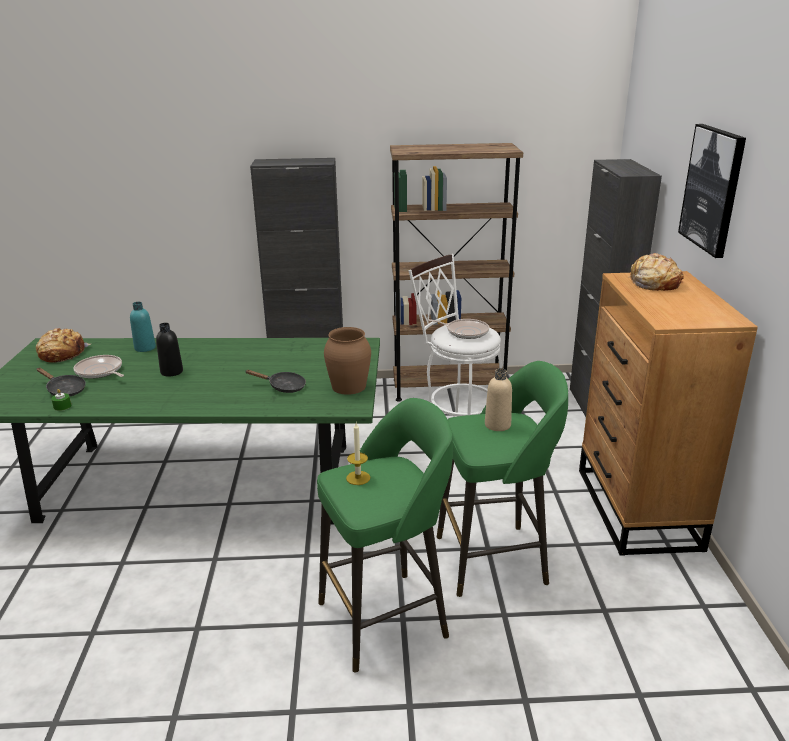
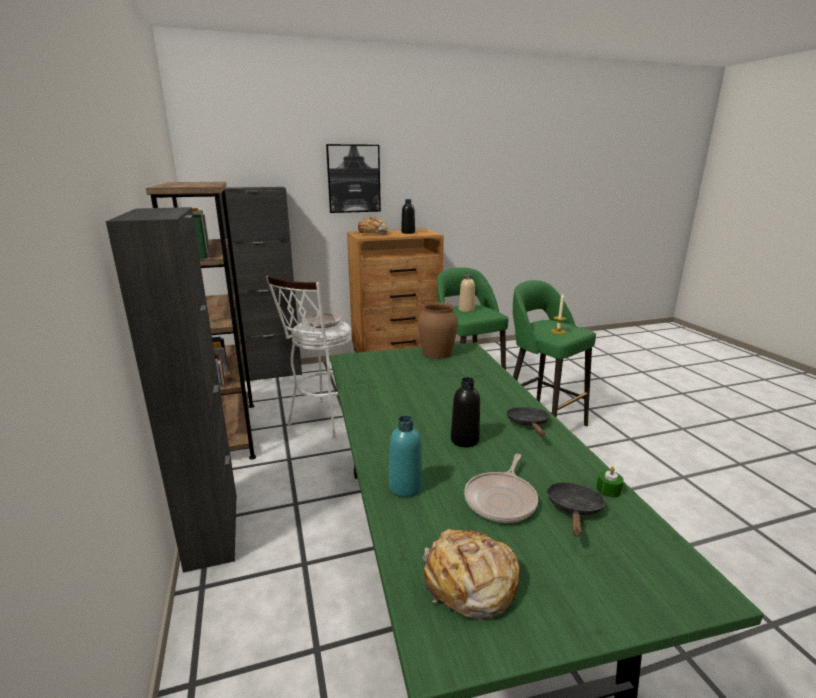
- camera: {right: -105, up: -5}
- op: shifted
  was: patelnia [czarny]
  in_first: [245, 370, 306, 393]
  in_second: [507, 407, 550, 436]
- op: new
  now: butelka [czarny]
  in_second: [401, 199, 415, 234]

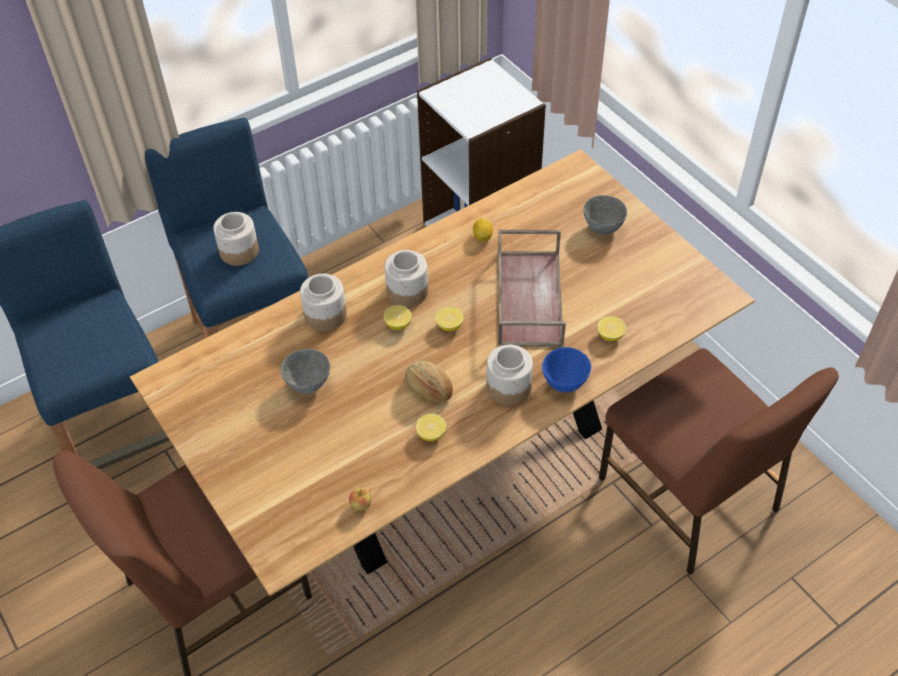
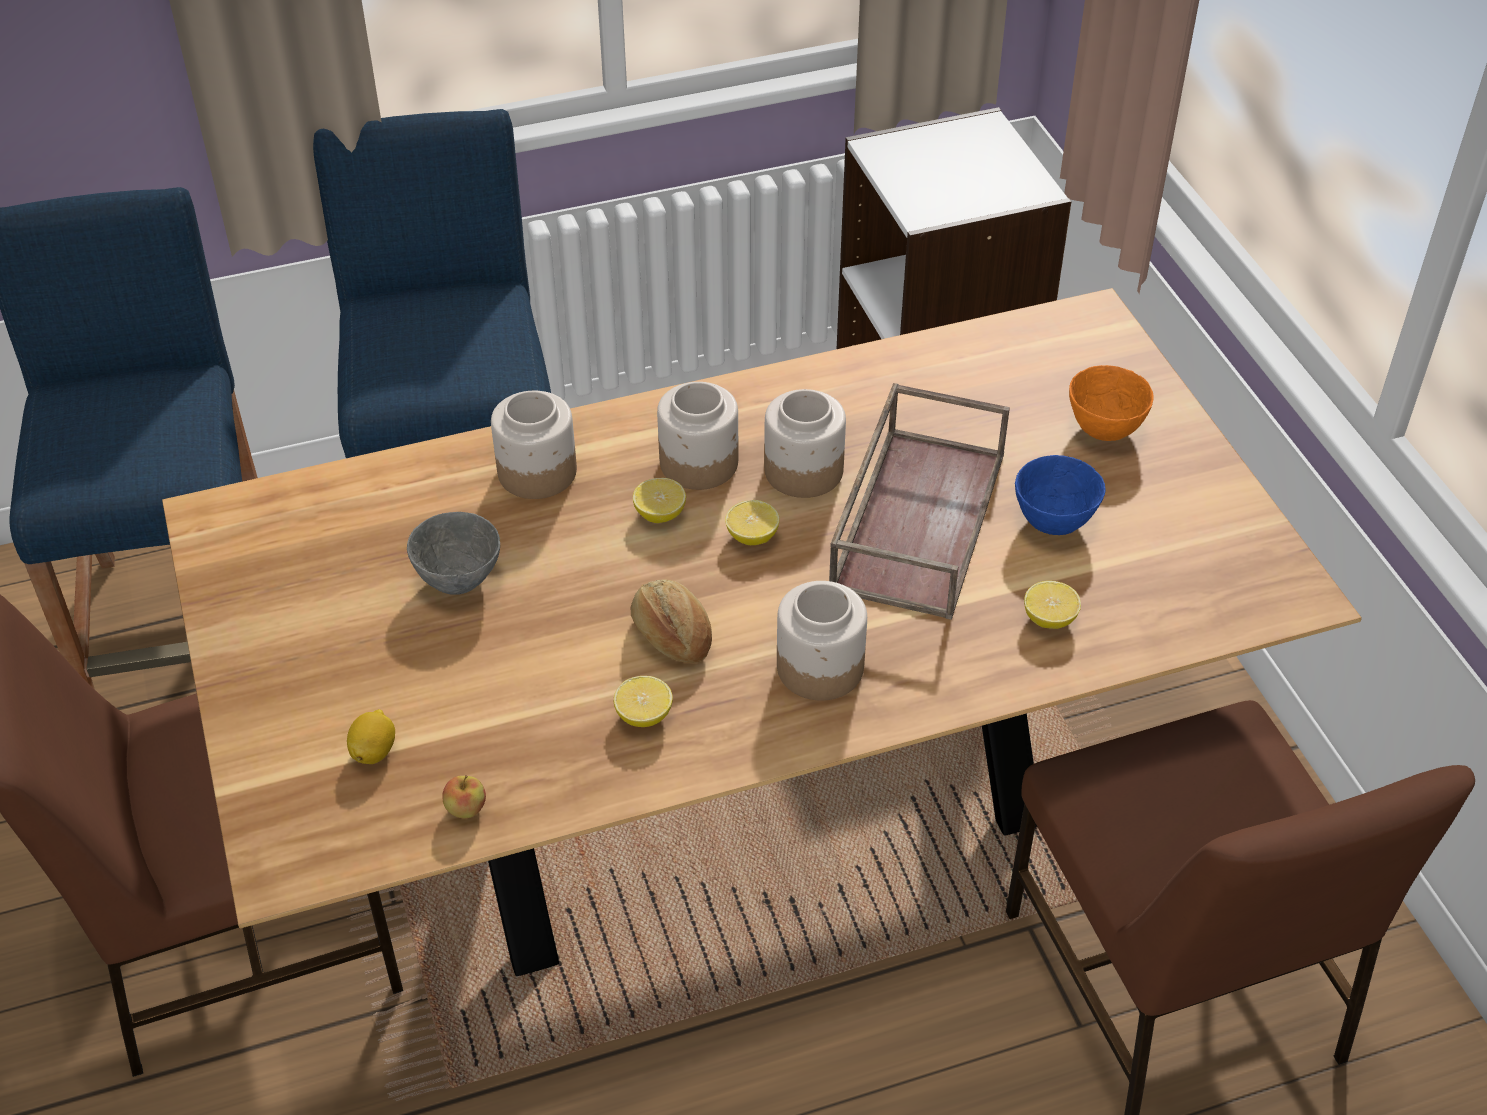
- camera: {right: 15, up: -5}
- op: shifted
  was: słoik
  in_first: [213, 212, 259, 266]
  in_second: [764, 389, 846, 498]
- op: shifted
  was: cytryna
  in_first: [473, 218, 493, 242]
  in_second: [347, 709, 395, 764]
- op: shifted
  was: miska [niebieski]
  in_first: [542, 347, 591, 392]
  in_second: [1015, 455, 1105, 535]
- op: repainted
  was: miska [szary]
  now: miska [pomarańczowy]
  in_first: [583, 195, 627, 235]
  in_second: [1069, 365, 1154, 441]

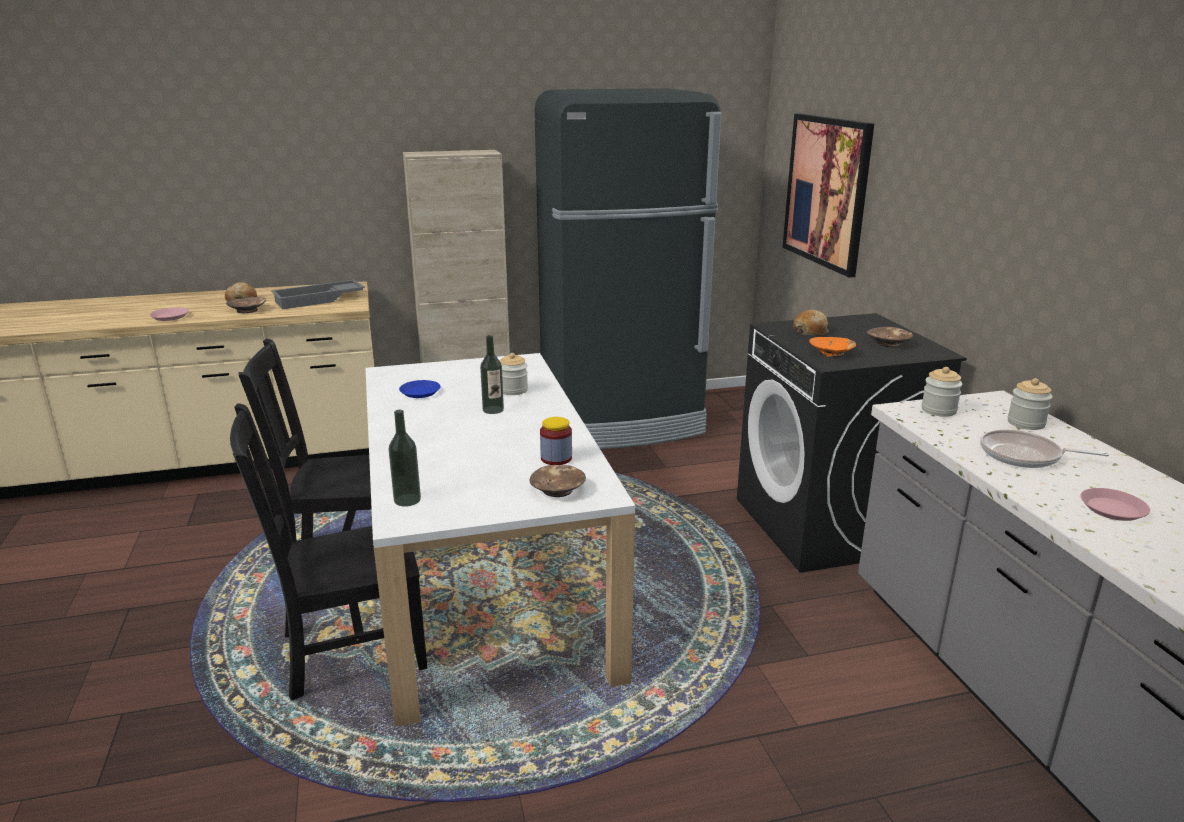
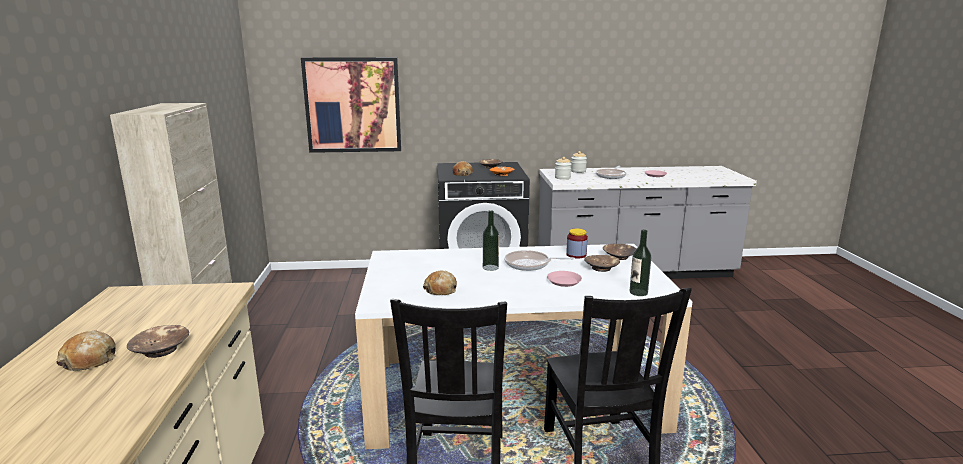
- camera: {right: -80, up: -5}
- op: shifted
  was: talerz [różowy]
  in_first: [149, 307, 189, 321]
  in_second: [547, 271, 582, 287]
- op: gone
  was: taca [szary]
  in_first: [271, 280, 365, 309]
- op: swapped
  was: talerz [niebieski]
  now: chleb
  in_first: [399, 380, 441, 398]
  in_second: [423, 270, 457, 295]
- op: gone
  was: słoik
  in_first: [500, 353, 528, 395]
- op: gone
  was: lodówka [czarny]
  in_first: [535, 88, 721, 449]
- op: new
  now: patelnia
  in_second: [504, 250, 575, 271]
- op: new
  now: miska [brązowy]
  in_second: [584, 255, 620, 272]

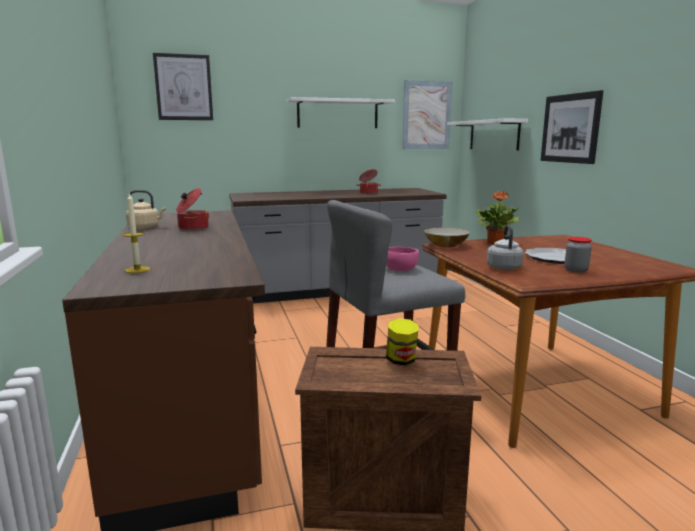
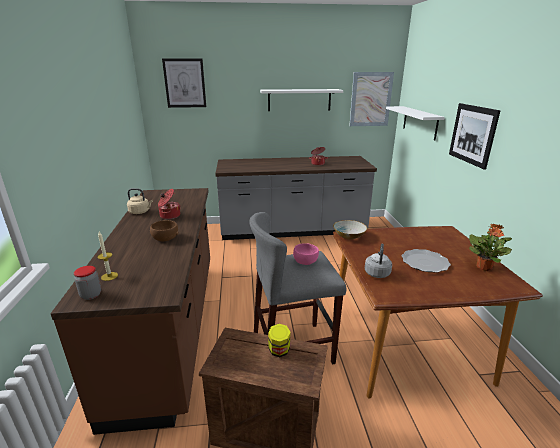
- camera: {right: 10, up: 10}
- op: shifted
  was: roślina doniczkowa
  in_first: [476, 191, 520, 244]
  in_second: [469, 224, 512, 271]
- op: shifted
  was: słoik
  in_first: [565, 237, 592, 273]
  in_second: [74, 266, 101, 300]
- op: new
  now: miska [brązowy]
  in_second: [150, 220, 178, 241]

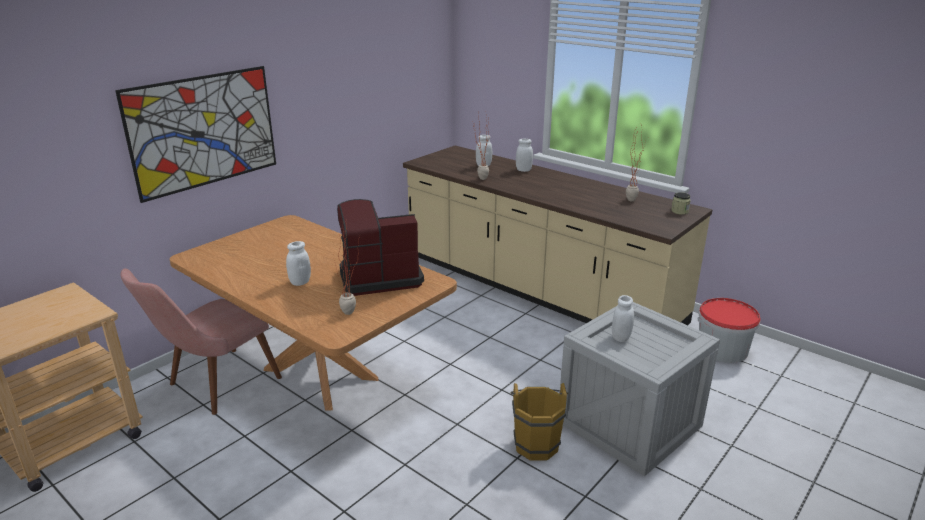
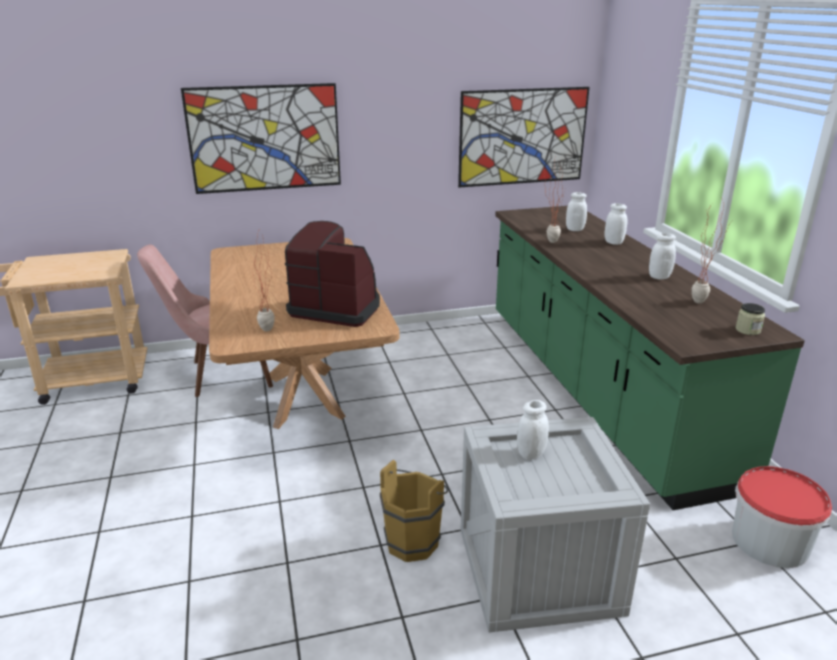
- camera: {right: 35, up: 0}
- op: shifted
  was: słoik [biały]
  in_first: [286, 241, 311, 286]
  in_second: [649, 233, 676, 279]
- op: repainted
  was: zabudowa kuchenna [beżowy]
  now: zabudowa kuchenna [zielony]
  in_first: [403, 146, 712, 325]
  in_second: [495, 206, 805, 510]
- op: new
  now: obraz
  in_second: [458, 87, 590, 187]

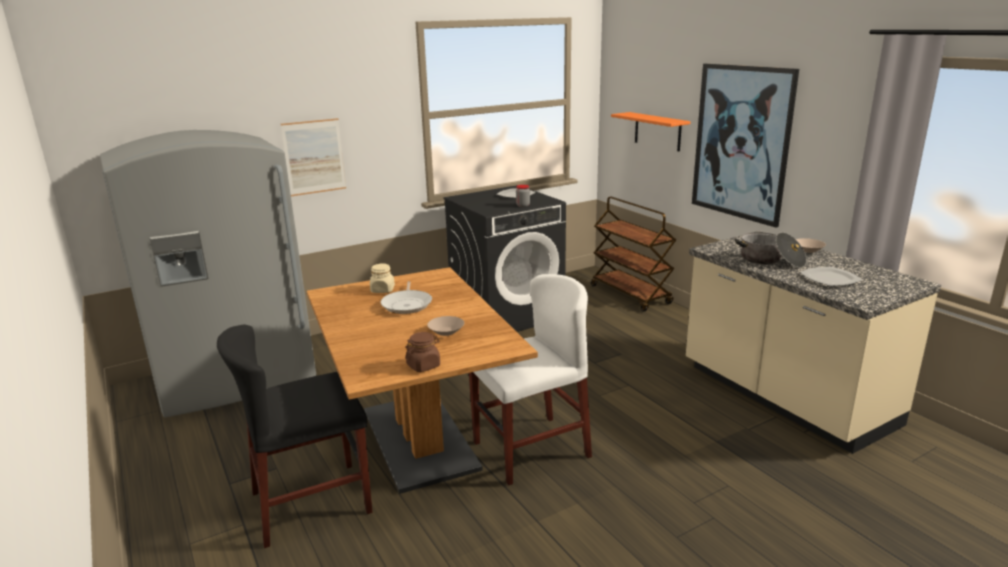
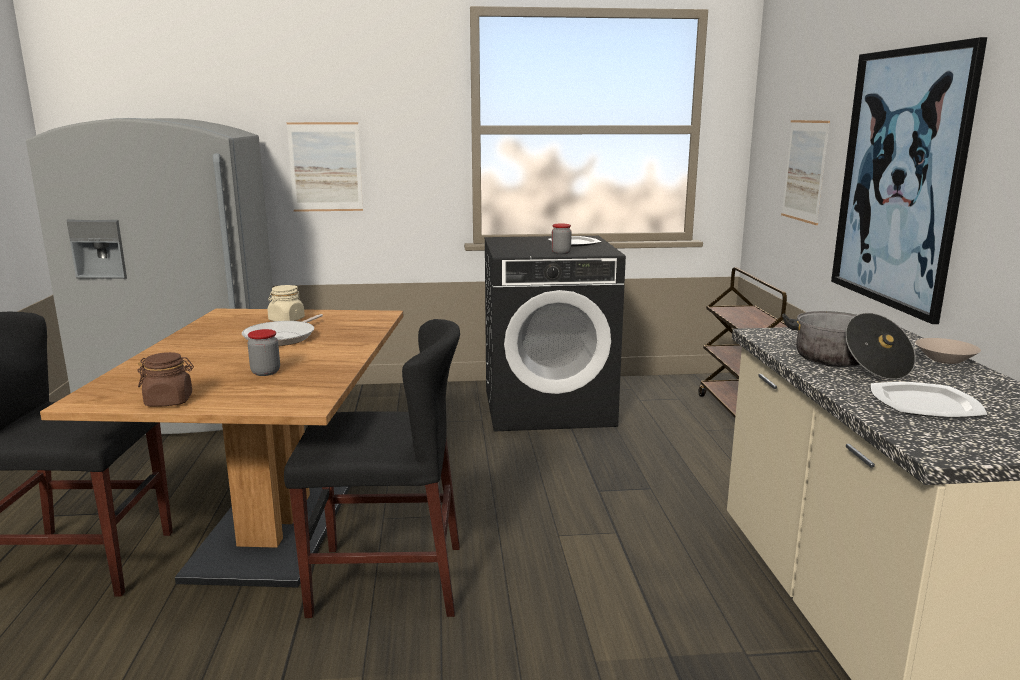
- camera: {right: 25, up: -5}
- op: swapped
  was: miska [beżowy]
  now: słoik
  in_first: [427, 316, 464, 336]
  in_second: [248, 329, 280, 376]
- op: repainted
  was: krzesło [biały]
  now: krzesło [czarny]
  in_first: [469, 274, 592, 485]
  in_second: [284, 319, 460, 618]
- op: swapped
  was: półka [pomarańczowy]
  now: obraz
  in_first: [611, 112, 691, 152]
  in_second: [781, 120, 830, 225]

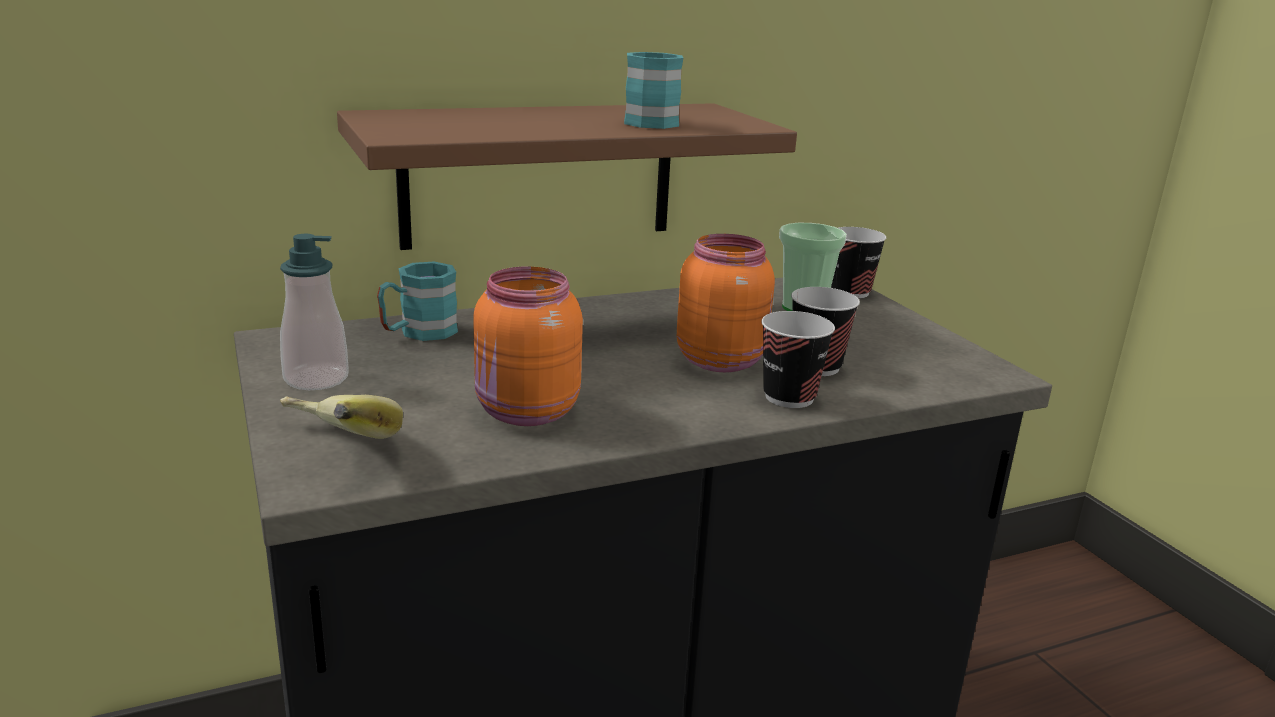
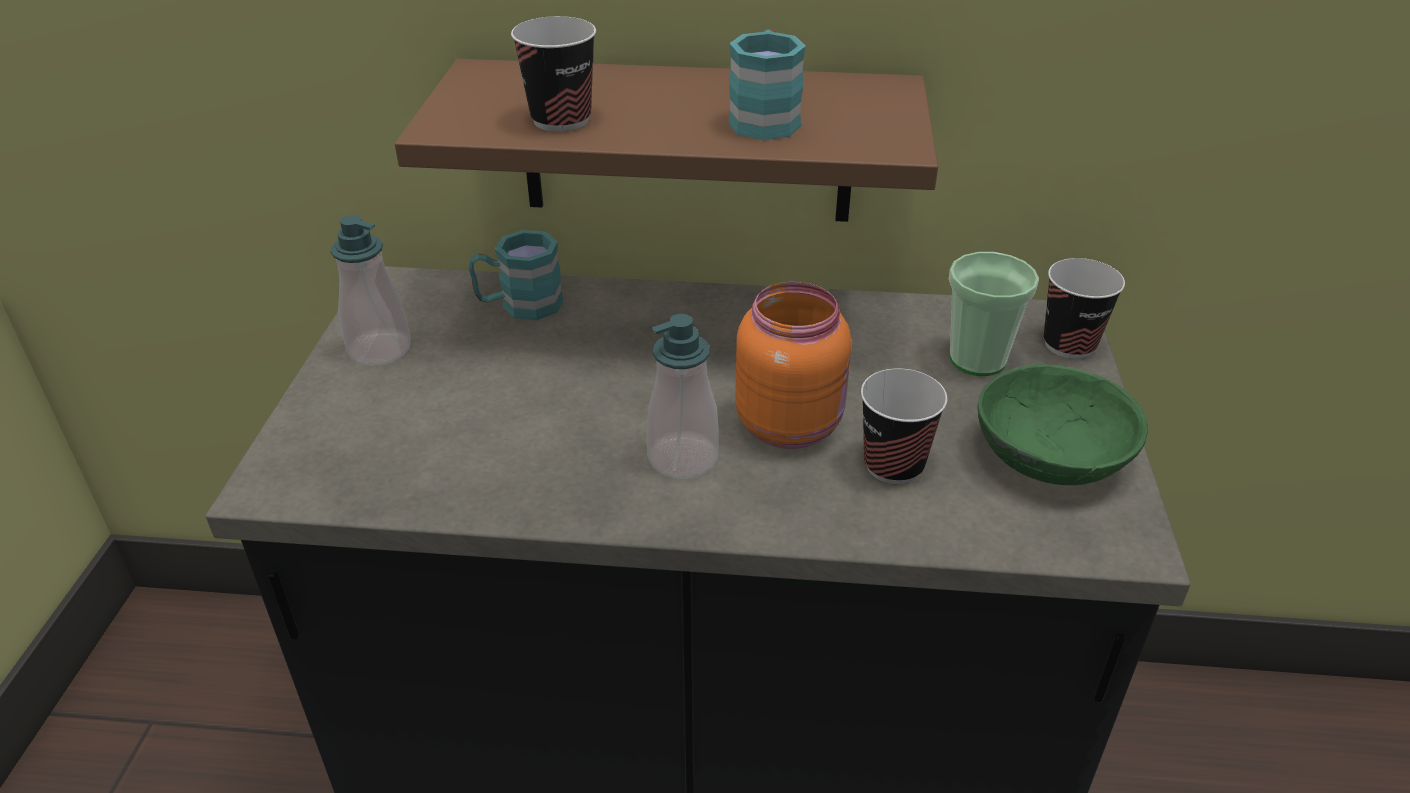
- camera: {right: 30, up: 15}
- op: gone
  was: banan
  in_first: [280, 395, 403, 439]
- op: gone
  was: słoik [pomarańczowy]
  in_first: [473, 267, 583, 426]
- op: shifted
  was: filiżanka
  in_first: [761, 311, 835, 408]
  in_second: [511, 16, 596, 132]
- op: new
  now: dozownik mydła
  in_second: [647, 314, 719, 479]
- op: new
  now: miska [zielony]
  in_second: [978, 364, 1148, 485]

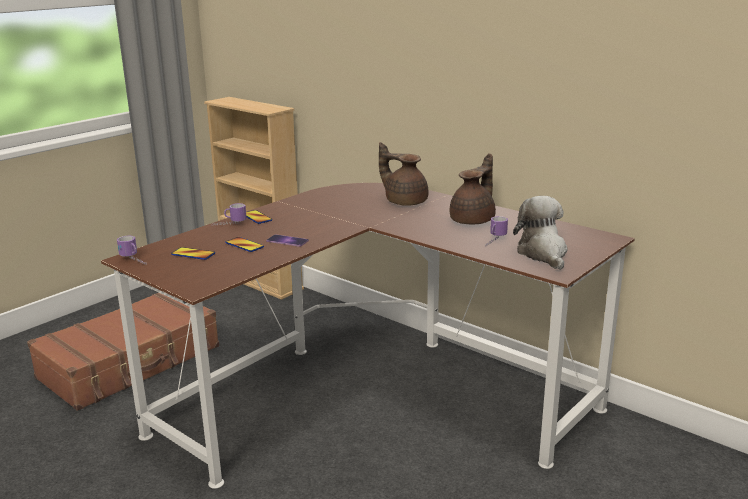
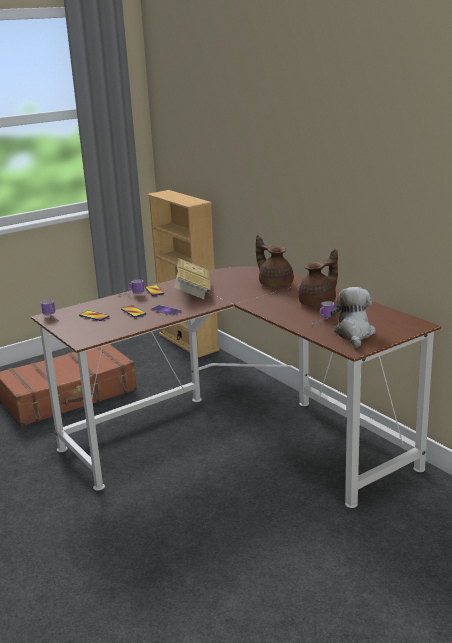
- camera: {right: 15, up: 0}
- op: new
  now: książka
  in_second: [174, 258, 211, 299]

